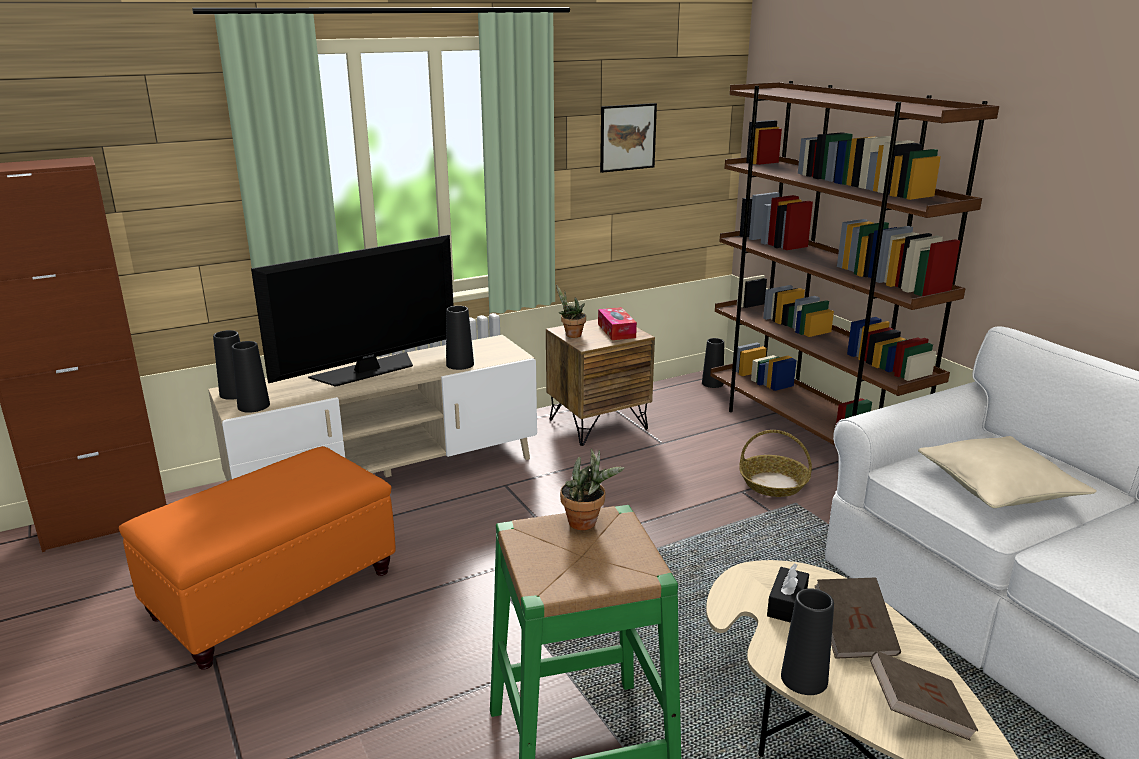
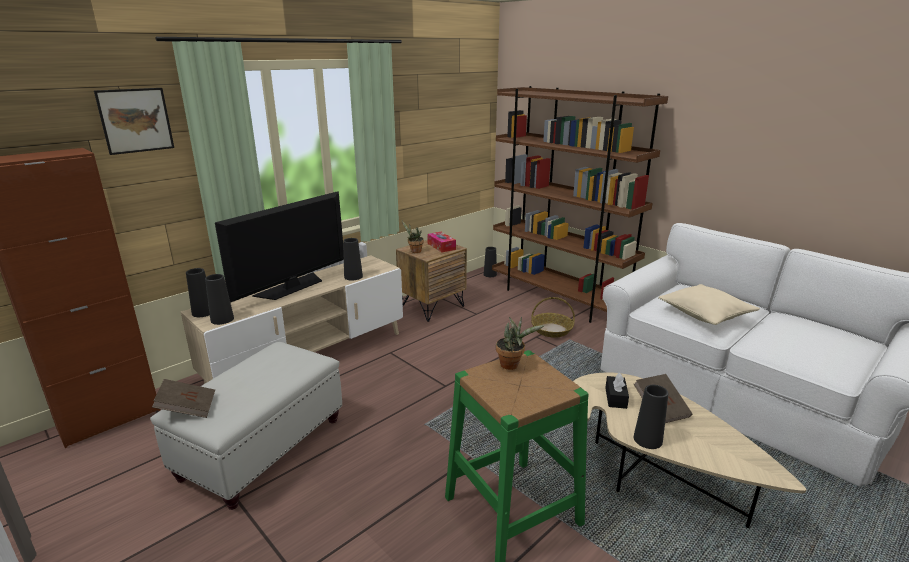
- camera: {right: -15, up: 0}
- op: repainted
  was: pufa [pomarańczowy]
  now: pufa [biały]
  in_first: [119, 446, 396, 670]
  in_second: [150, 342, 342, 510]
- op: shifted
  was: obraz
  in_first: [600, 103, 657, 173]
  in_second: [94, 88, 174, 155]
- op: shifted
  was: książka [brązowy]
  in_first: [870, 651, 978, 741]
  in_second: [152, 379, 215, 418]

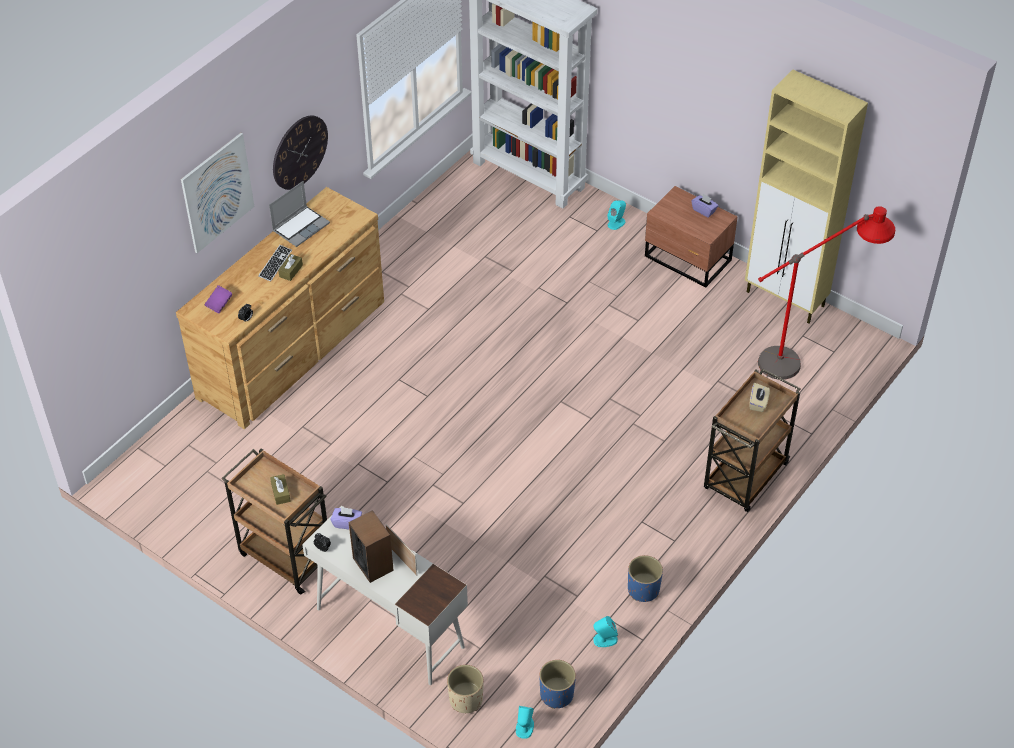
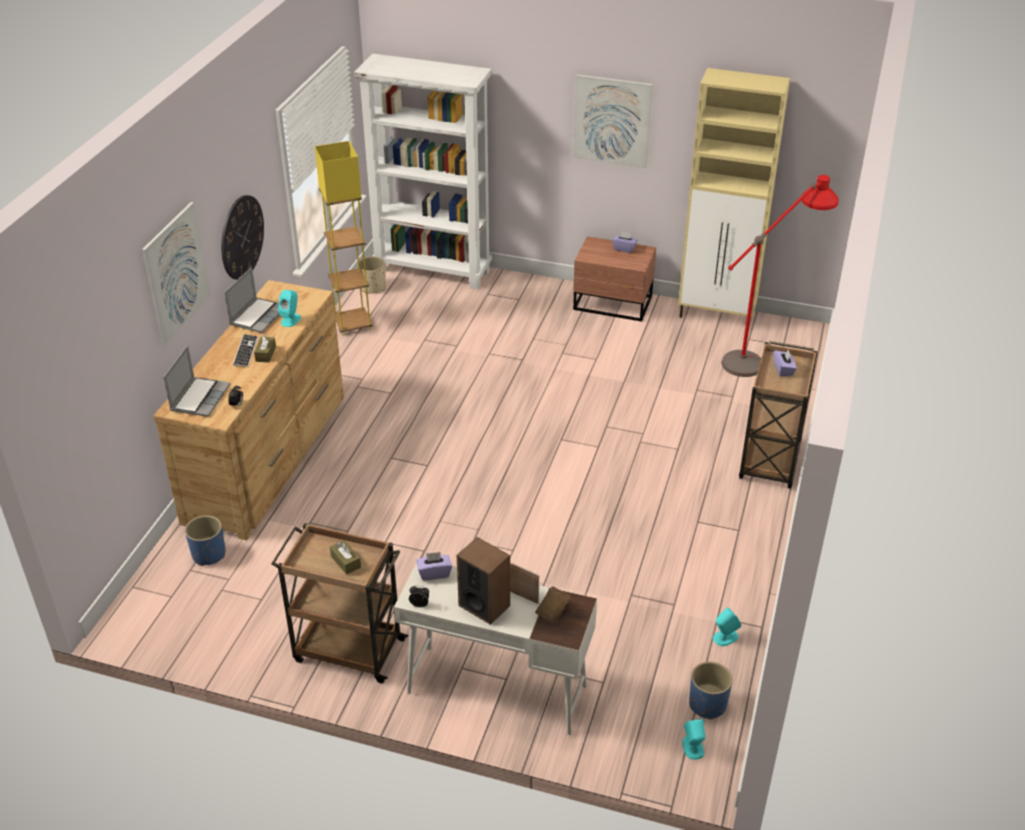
- camera: {right: -20, up: -10}
- op: swapped
  was: książka [fioletowy]
  now: laptop
  in_first: [204, 285, 233, 313]
  in_second: [163, 345, 230, 417]
- op: shifted
  was: donica [beżowy]
  in_first: [447, 665, 484, 713]
  in_second: [357, 256, 386, 294]
- op: shifted
  was: głośnik [turkusowy]
  in_first: [607, 200, 626, 230]
  in_second: [278, 290, 301, 327]
- op: shifted
  was: donica [niebieski]
  in_first: [628, 555, 663, 602]
  in_second: [185, 516, 226, 566]
- op: repainted
  was: pudełko chusteczek [beżowy]
  now: pudełko chusteczek [fioletowy]
  in_first: [749, 383, 770, 412]
  in_second: [773, 350, 797, 376]
- op: new
  now: lampa stojąca [żółty]
  in_second: [315, 141, 373, 336]
- op: new
  now: książka [brązowy]
  in_second: [535, 586, 571, 624]
- op: new
  now: obraz
  in_second: [573, 74, 653, 168]

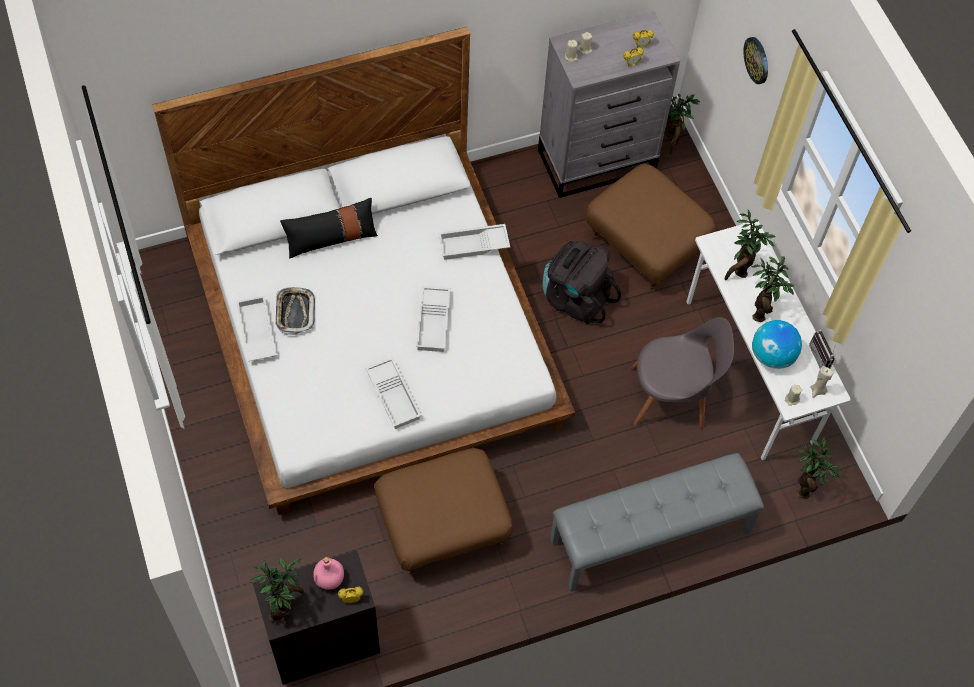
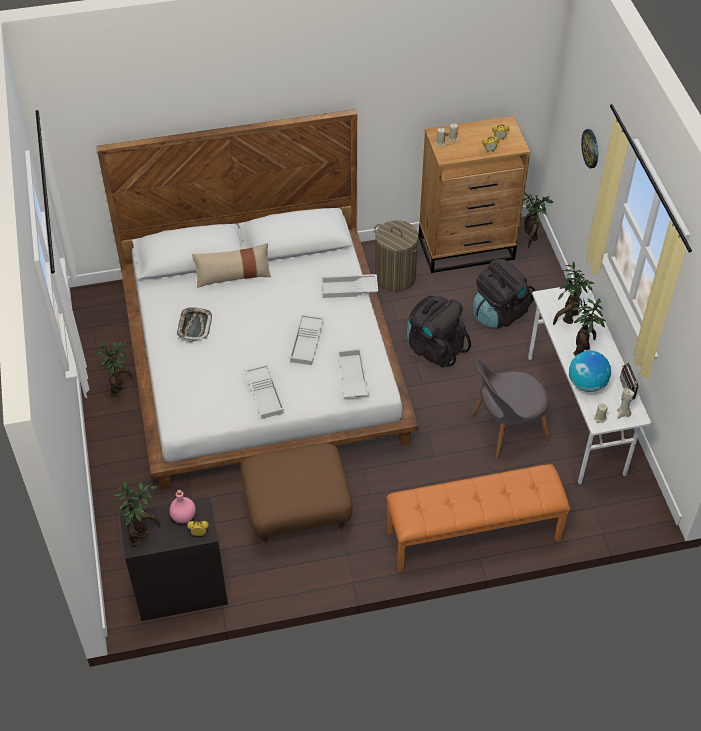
- camera: {right: 10, up: -10}
- op: shifted
  was: taca [biały]
  in_first: [236, 295, 277, 361]
  in_second: [337, 348, 369, 398]
- op: repainted
  was: poduszka [czarny]
  now: poduszka [beżowy]
  in_first: [280, 198, 378, 259]
  in_second: [192, 243, 271, 288]
- op: repainted
  was: komoda [szary]
  now: komoda [brązowy]
  in_first: [538, 11, 680, 198]
  in_second: [418, 116, 530, 273]
- op: repainted
  was: ławka [szary]
  now: ławka [pomarańczowy]
  in_first: [550, 453, 764, 591]
  in_second: [386, 464, 570, 572]
- op: swapped
  was: pufa [brązowy]
  now: plecak [czarny]
  in_first: [586, 163, 716, 292]
  in_second: [473, 259, 535, 329]
- op: rotated
  was: krzesło [szary]
  in_first: [631, 317, 734, 428]
  in_second: [471, 360, 550, 459]
  clockwise: 150
- op: shifted
  was: roślina doniczkowa
  in_first: [796, 437, 840, 499]
  in_second: [94, 342, 133, 397]
- op: new
  now: kosz na pranie
  in_second: [374, 220, 420, 292]

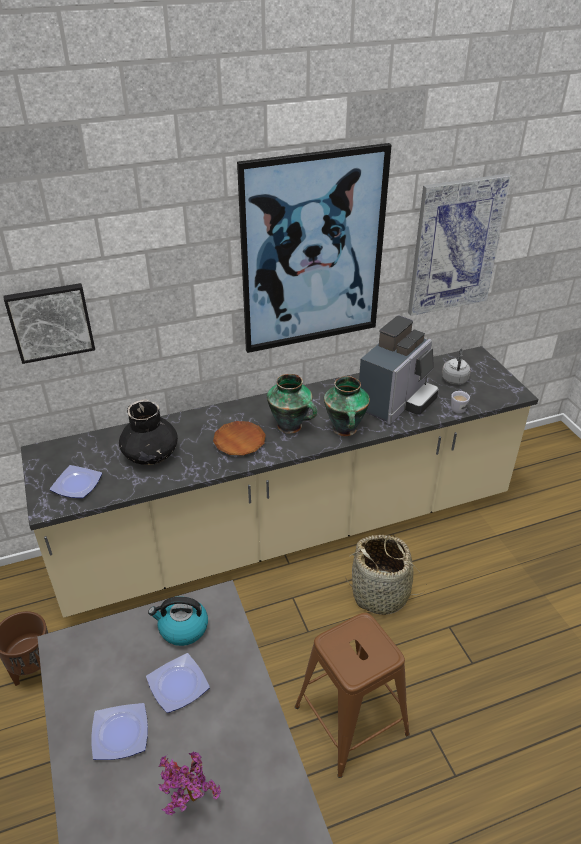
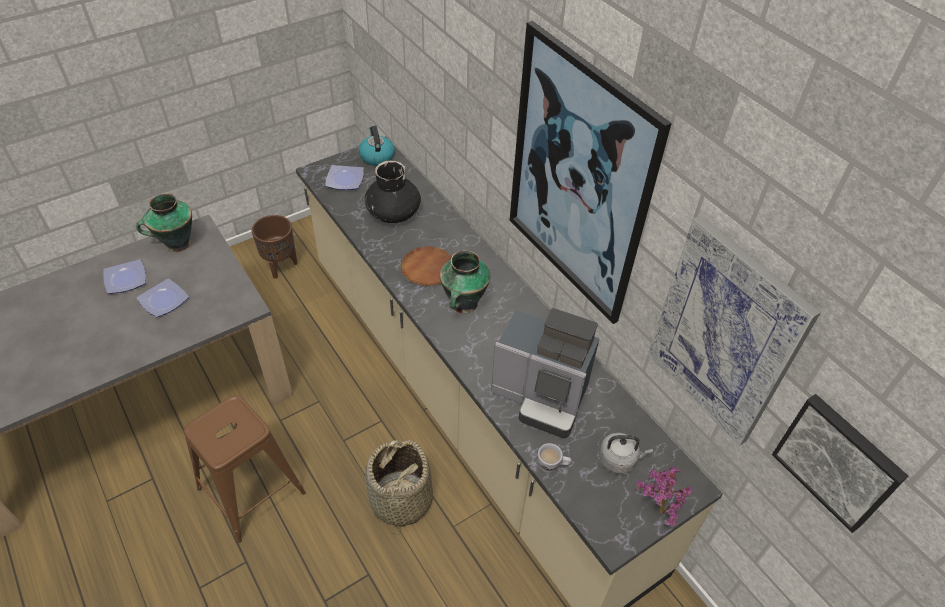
- camera: {right: 75, up: 10}
- op: shifted
  was: obraz
  in_first: [3, 283, 95, 364]
  in_second: [772, 394, 908, 533]
- op: shifted
  was: czajnik
  in_first: [148, 597, 208, 646]
  in_second: [359, 126, 395, 166]
- op: shifted
  was: roślina doniczkowa
  in_first: [158, 751, 221, 815]
  in_second: [636, 467, 692, 526]
- op: shifted
  was: wazon
  in_first: [324, 376, 370, 436]
  in_second: [136, 193, 192, 252]

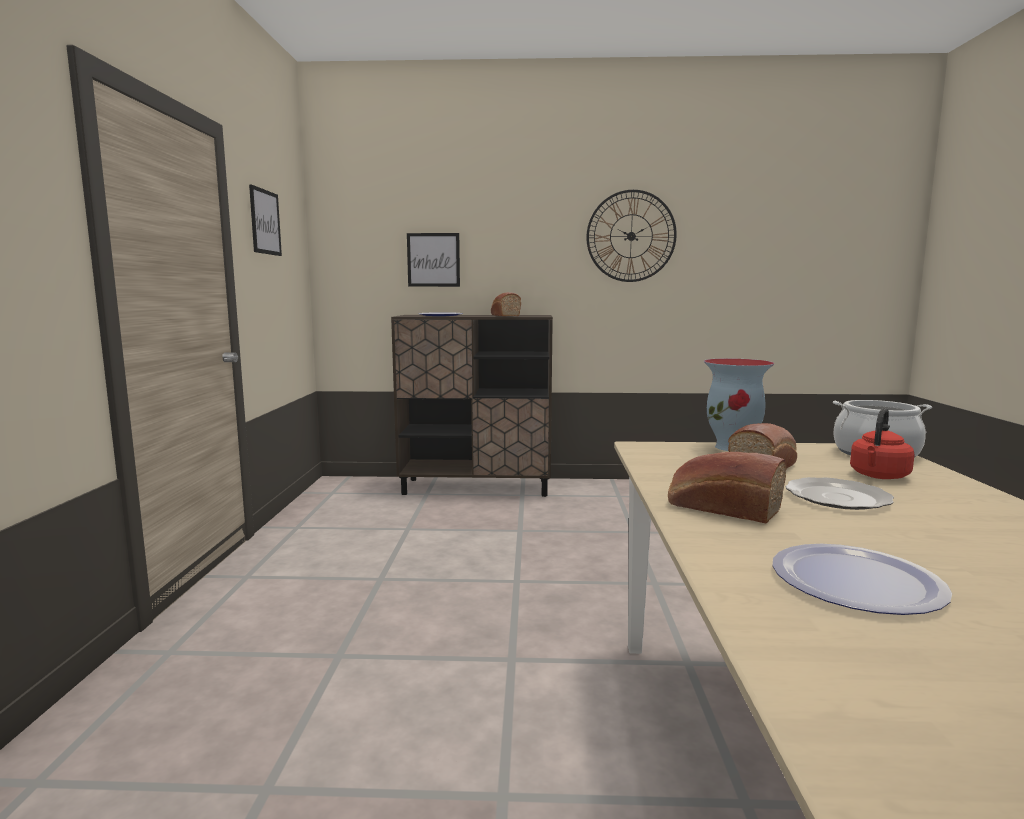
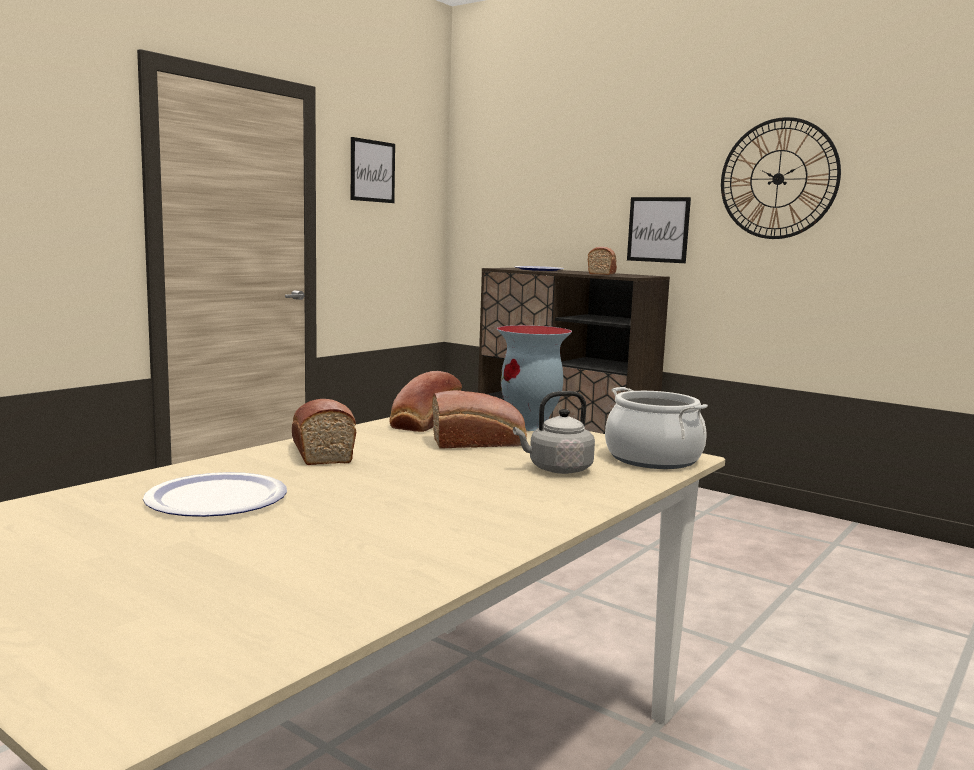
- camera: {right: 35, up: 0}
- op: shifted
  was: obraz
  in_first: [407, 233, 460, 287]
  in_second: [627, 197, 691, 263]
- op: gone
  was: talerz
  in_first: [785, 477, 894, 510]
- op: repainted
  was: czajnik [czerwony]
  now: czajnik [szary]
  in_first: [850, 408, 915, 479]
  in_second: [513, 391, 595, 474]
- op: new
  now: chleb
  in_second: [390, 371, 462, 432]

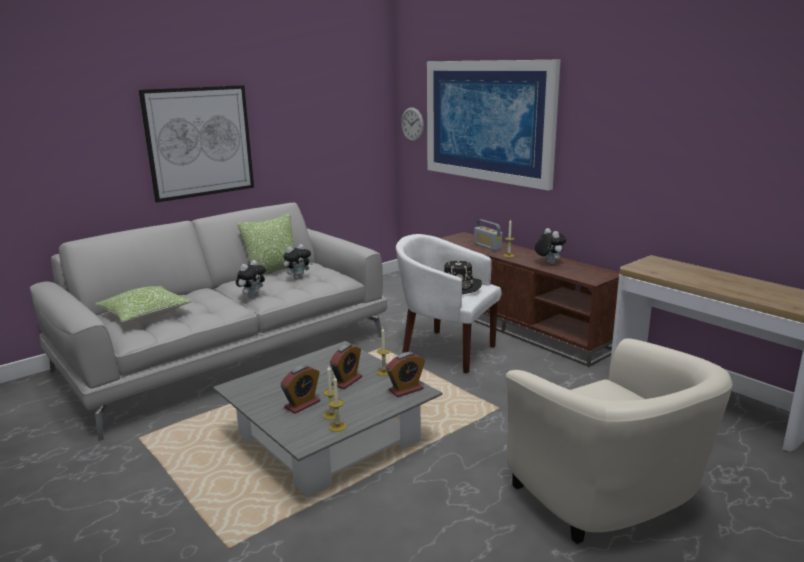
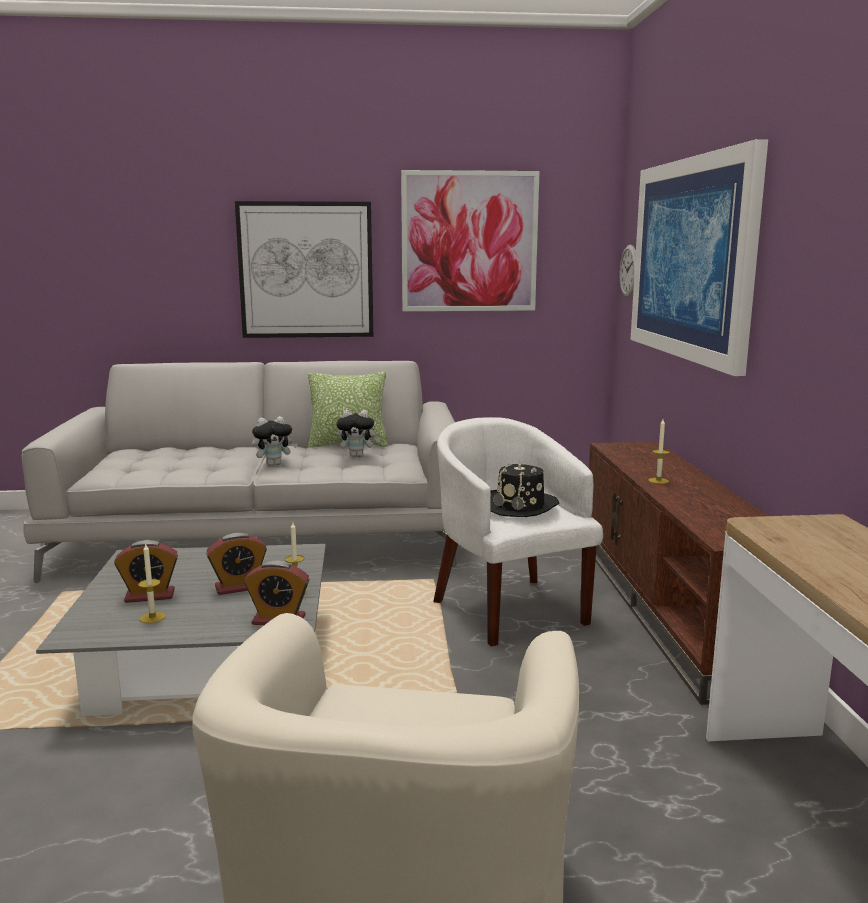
- camera: {right: 35, up: -5}
- op: gone
  was: poduszka
  in_first: [95, 286, 191, 322]
- op: gone
  was: świeca
  in_first: [329, 376, 347, 432]
- op: gone
  was: radio
  in_first: [474, 219, 502, 251]
- op: gone
  was: pluszak
  in_first: [534, 228, 566, 264]
- op: new
  now: obraz
  in_second: [401, 170, 540, 311]

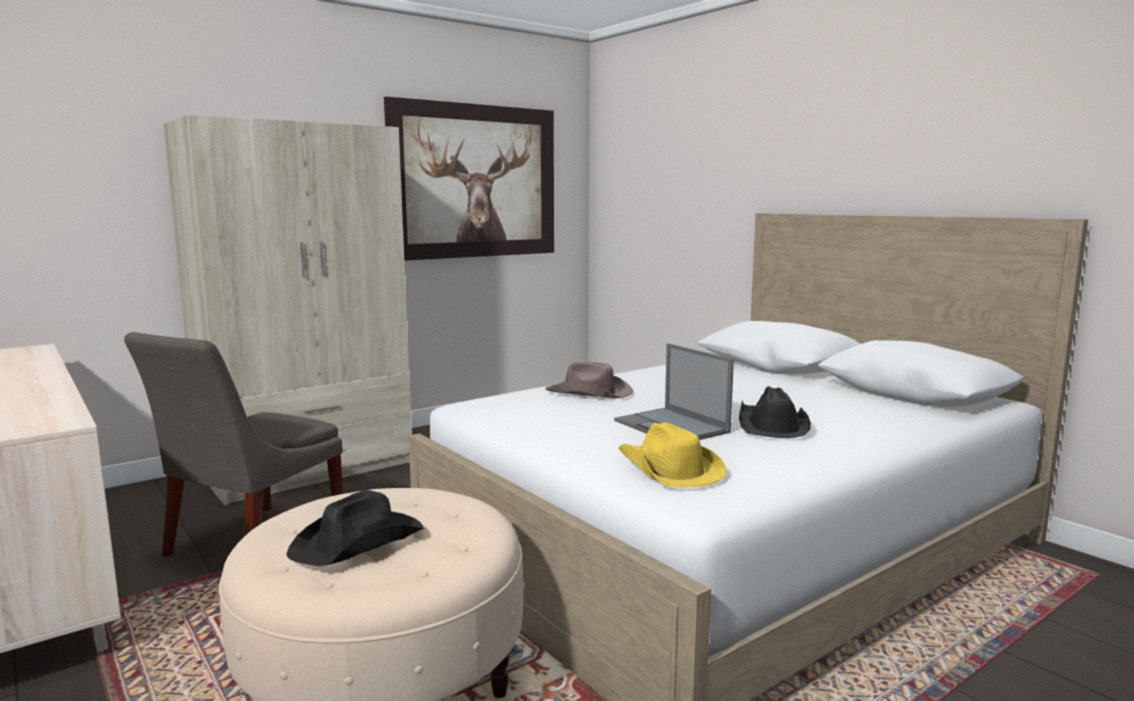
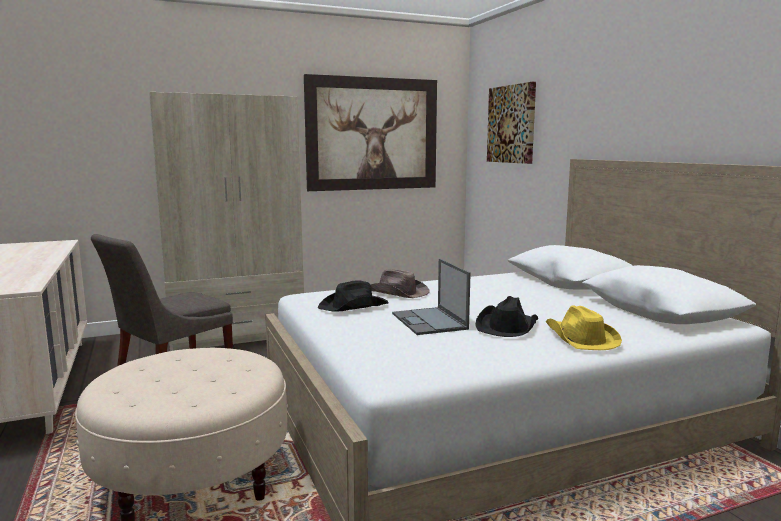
- camera: {right: 15, up: 0}
- op: shifted
  was: kapelusz [czarny]
  in_first: [287, 490, 424, 566]
  in_second: [318, 280, 388, 312]
- op: shifted
  was: kapelusz [żółty]
  in_first: [618, 422, 726, 488]
  in_second: [545, 305, 622, 350]
- op: new
  now: obraz
  in_second: [487, 82, 536, 164]

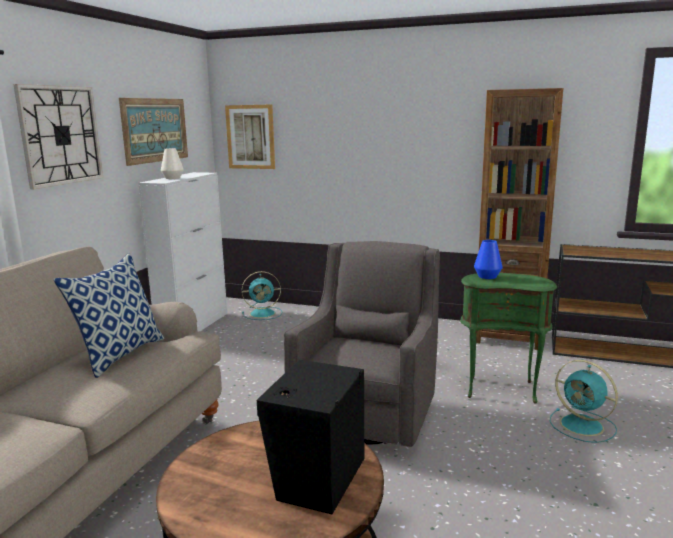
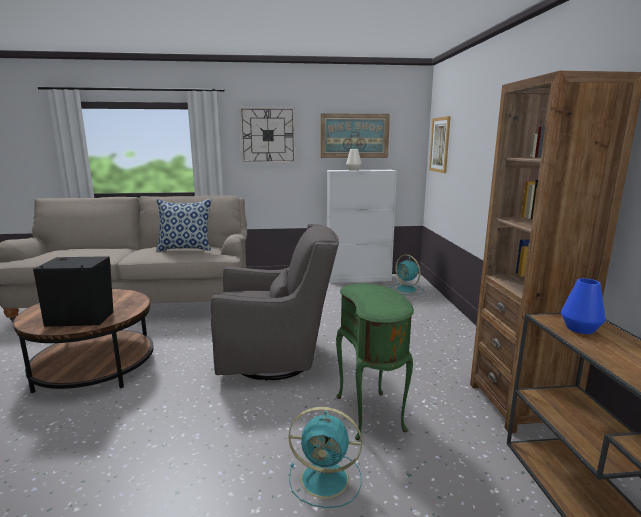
- camera: {right: 65, up: 0}
- op: shifted
  was: wazon [niebieski]
  in_first: [474, 240, 503, 279]
  in_second: [561, 278, 606, 334]
- op: rotated
  was: wentylator [turkusowy]
  in_first: [550, 360, 618, 443]
  in_second: [289, 407, 362, 508]
  clockwise: -105

